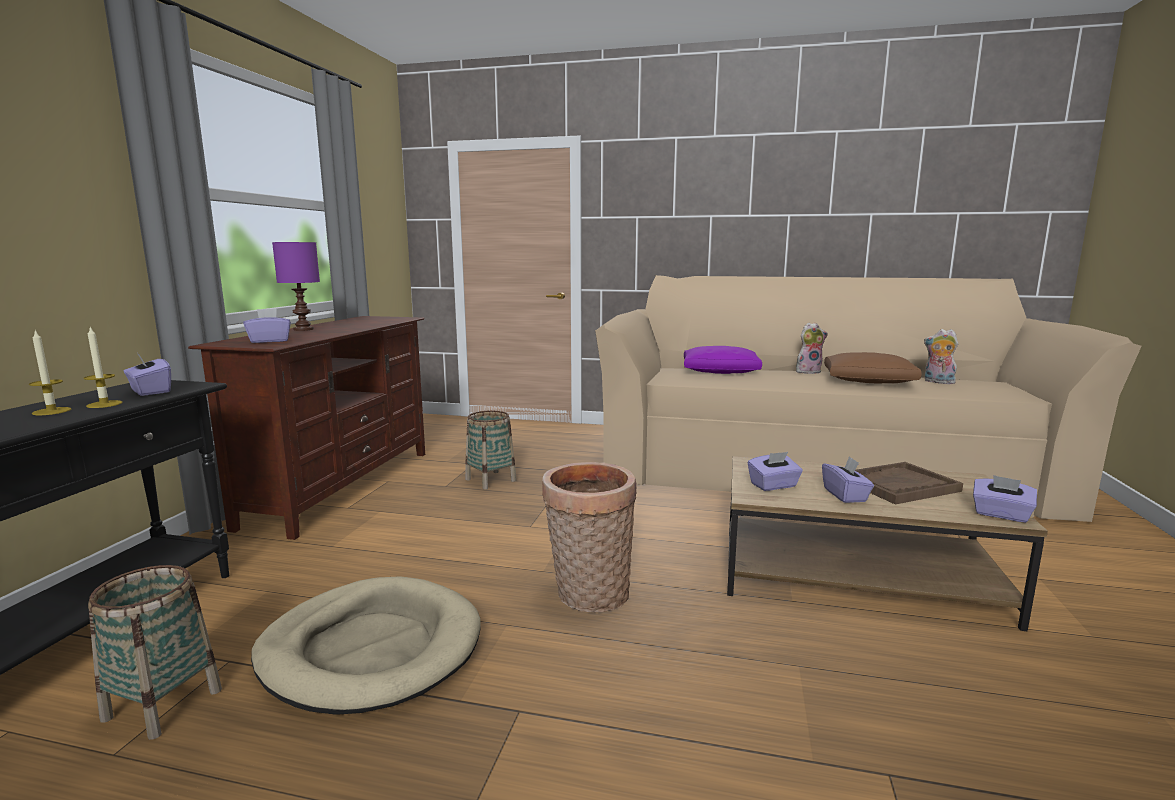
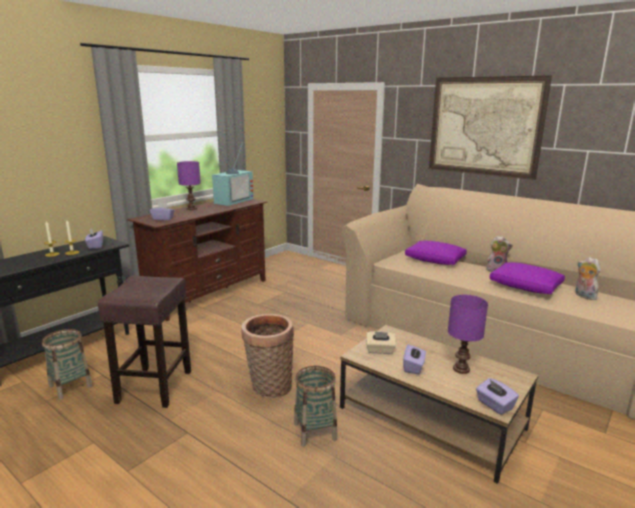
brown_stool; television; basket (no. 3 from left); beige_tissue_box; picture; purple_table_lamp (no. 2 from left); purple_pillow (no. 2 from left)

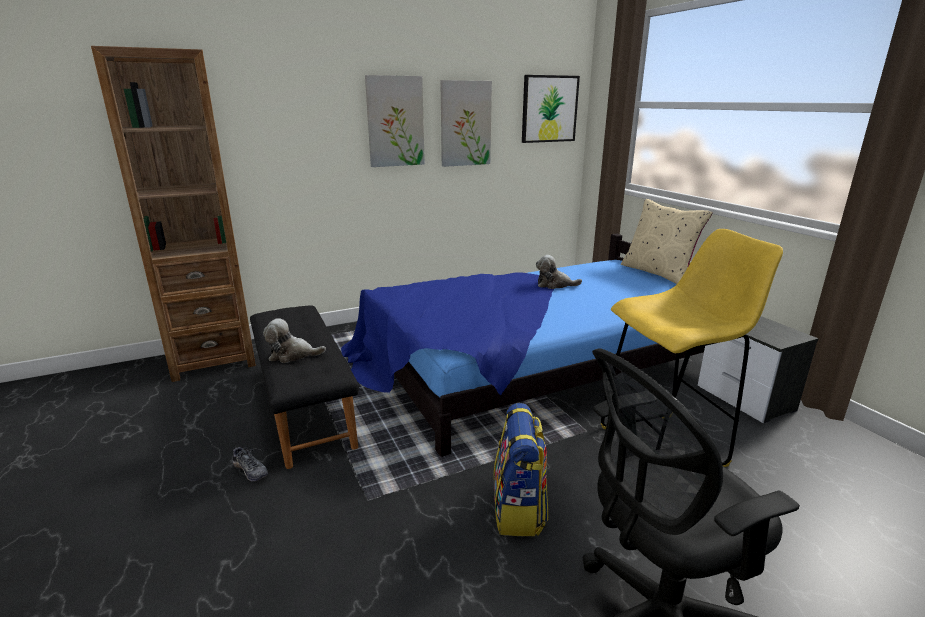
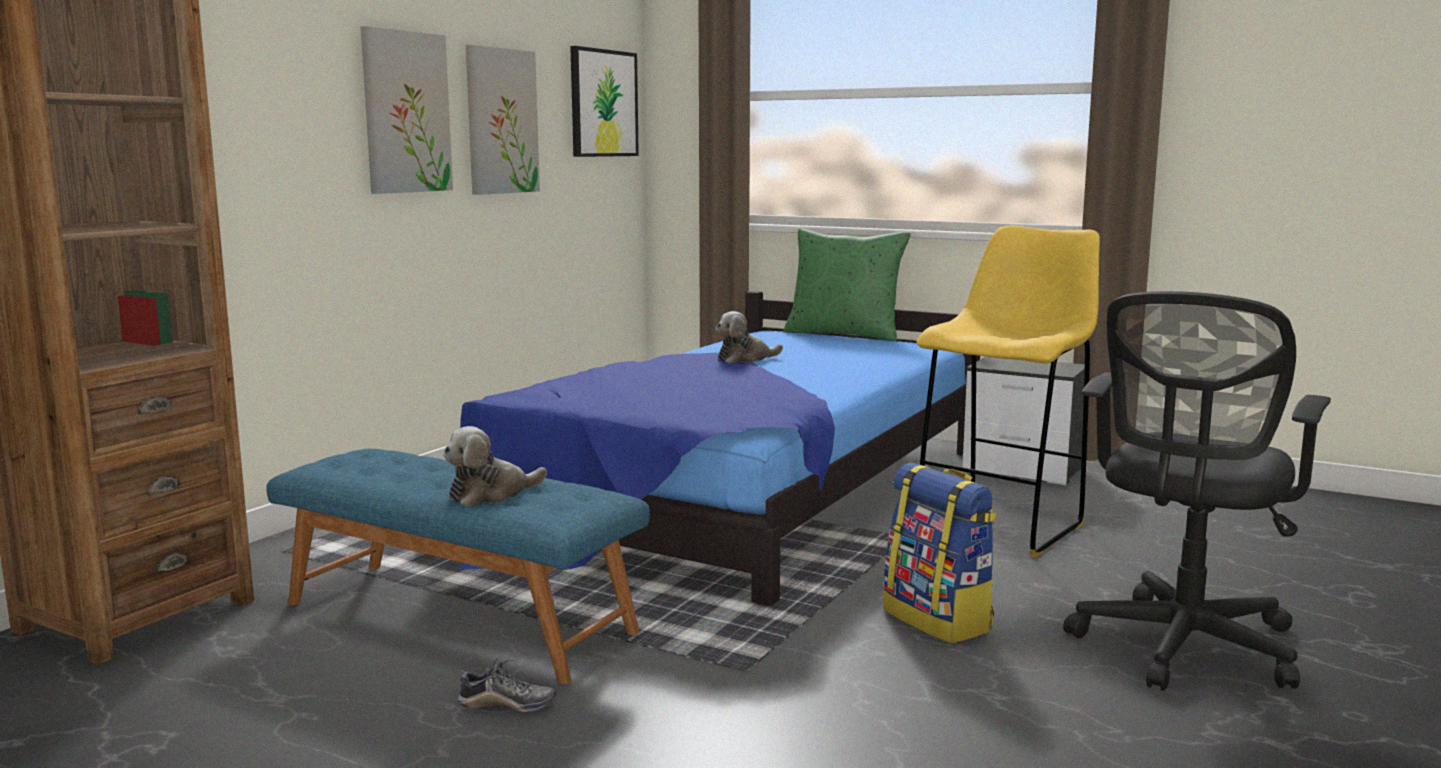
blue_bench; green_pillow

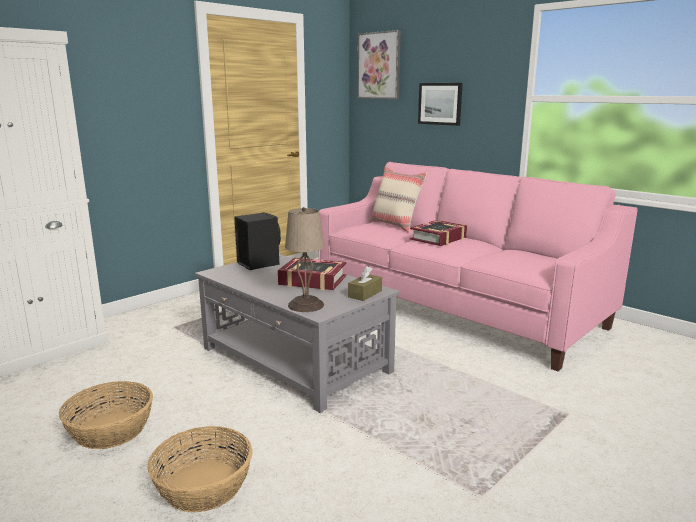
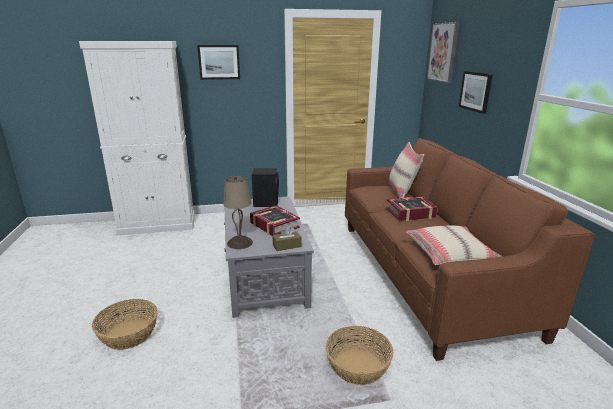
picture (no. 1 from left); basket (no. 2 from left); brown_sofa; beige_pillow (no. 2 from left)

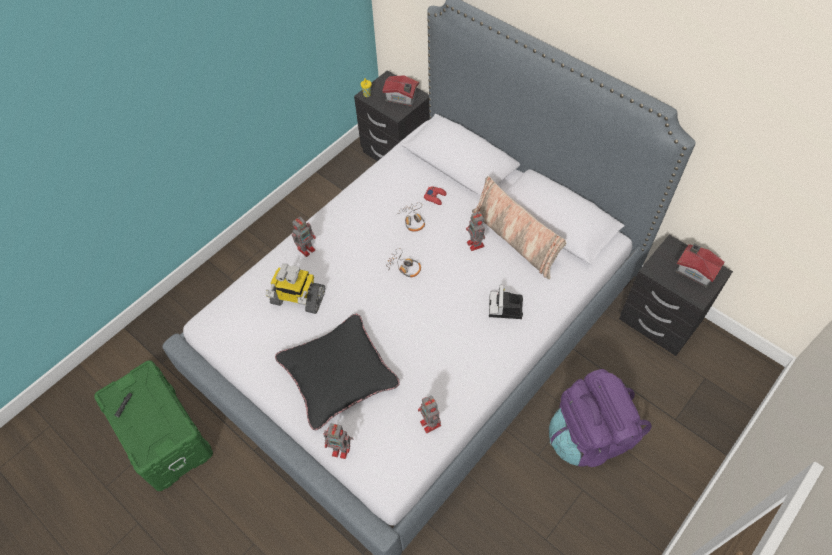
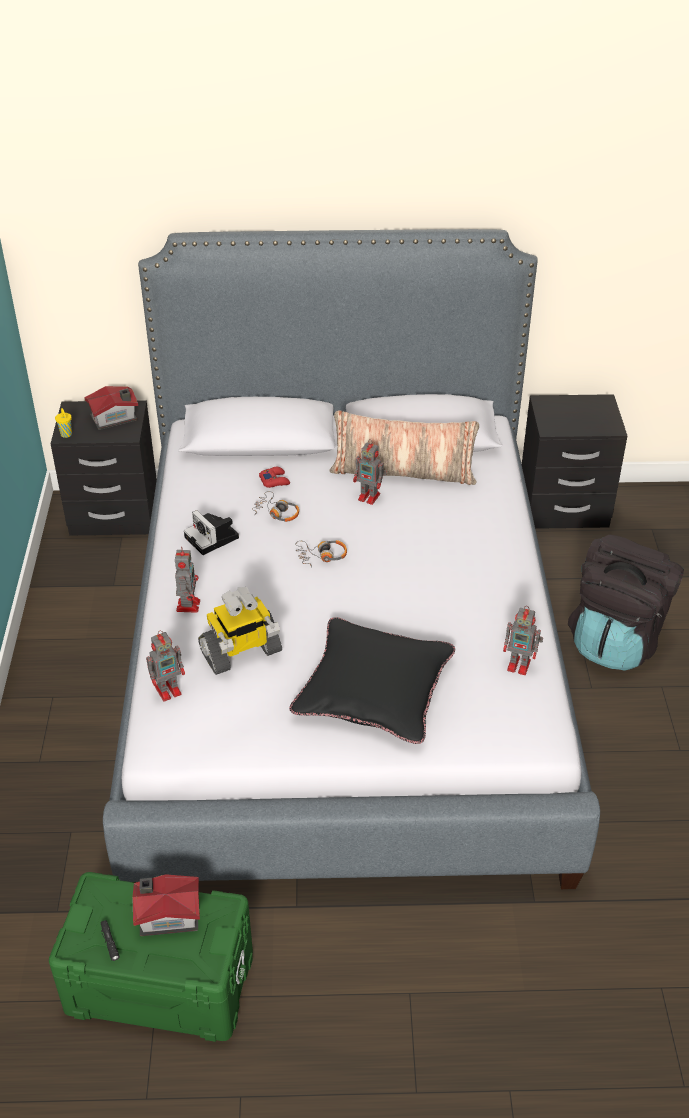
toy_house (no. 2 from left); toy_robot (no. 1 from left); photo_camera; black_backpack

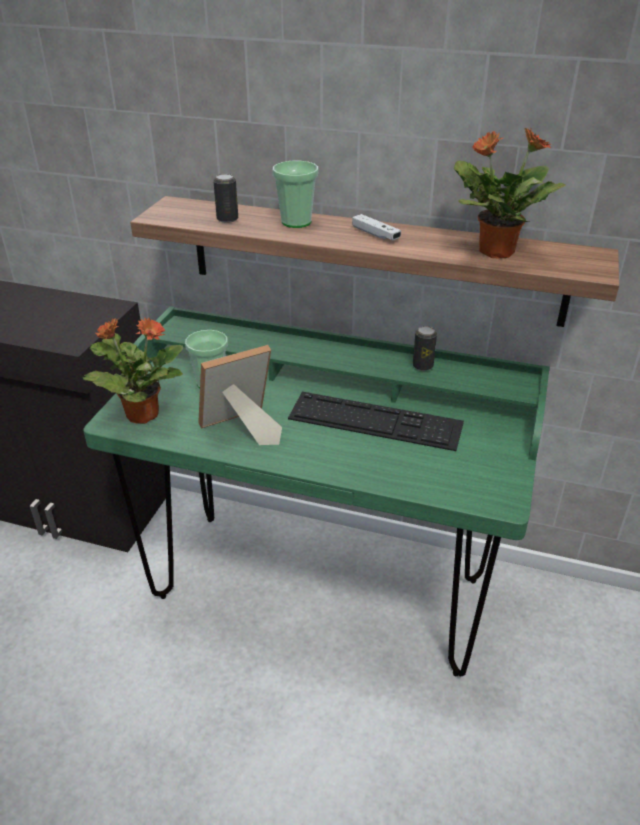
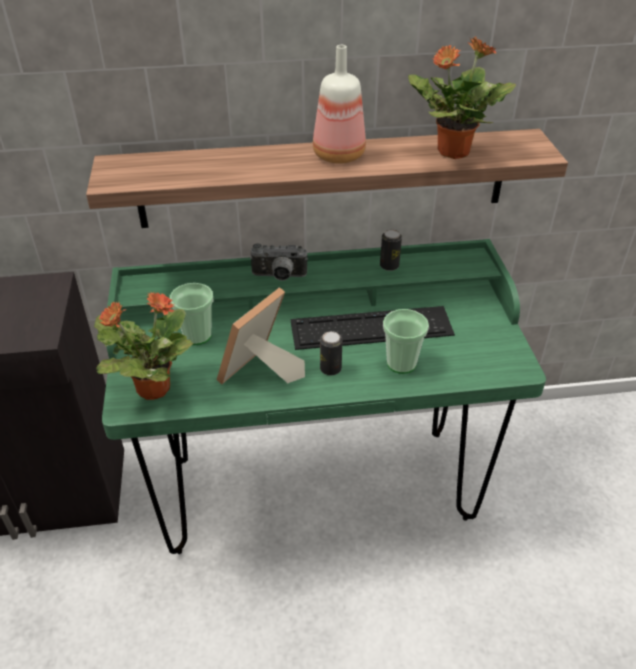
photo_camera; bottle; can (no. 1 from left); cup (no. 2 from left)

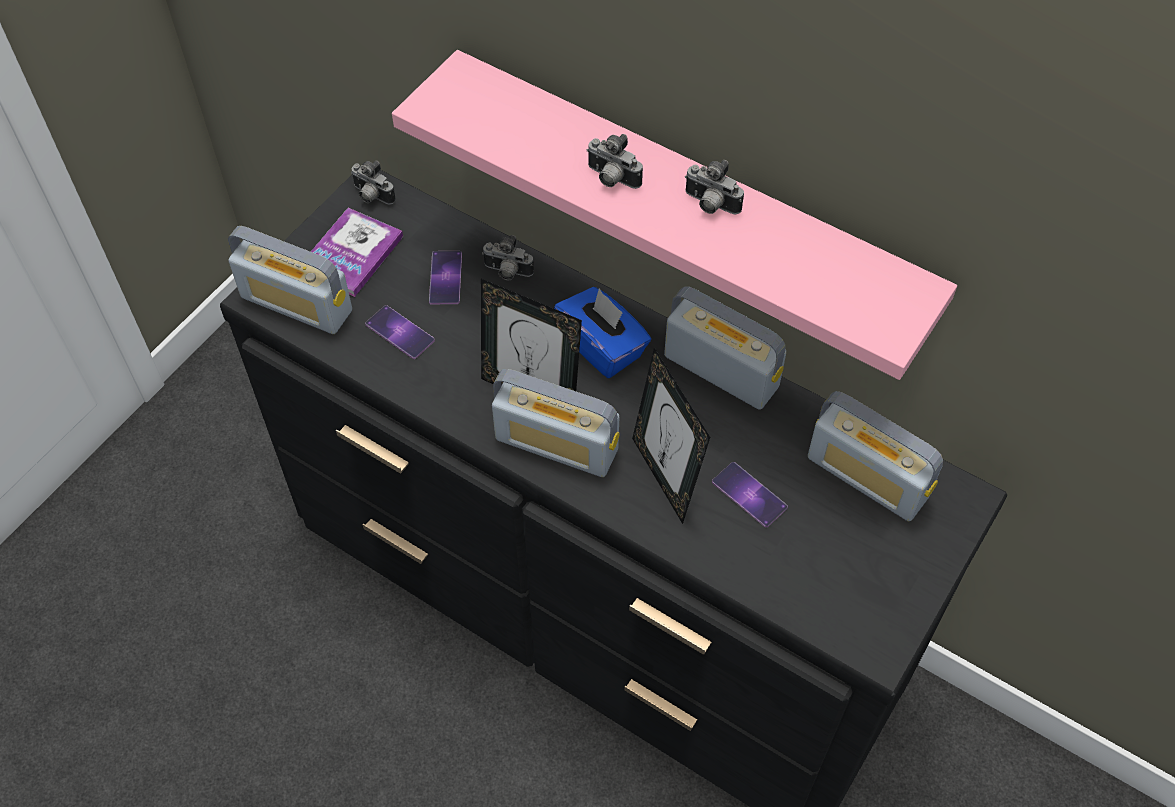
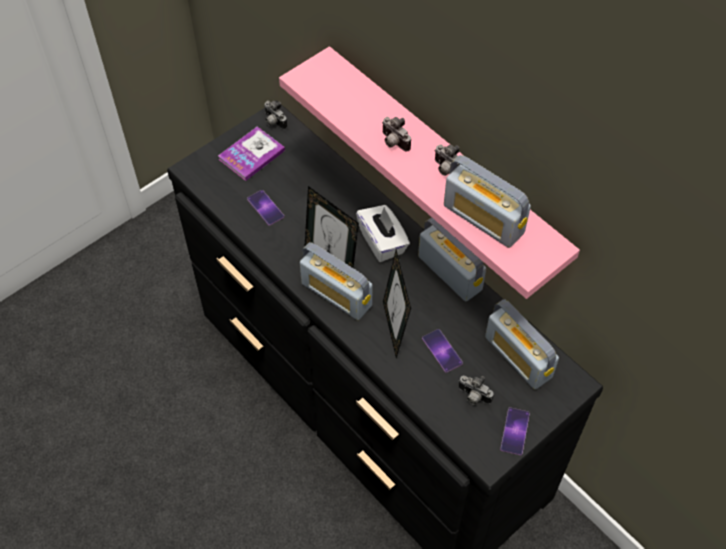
white_tissue_box; radio (no. 3 from left); photo_camera (no. 4 from left); phone (no. 3 from left)

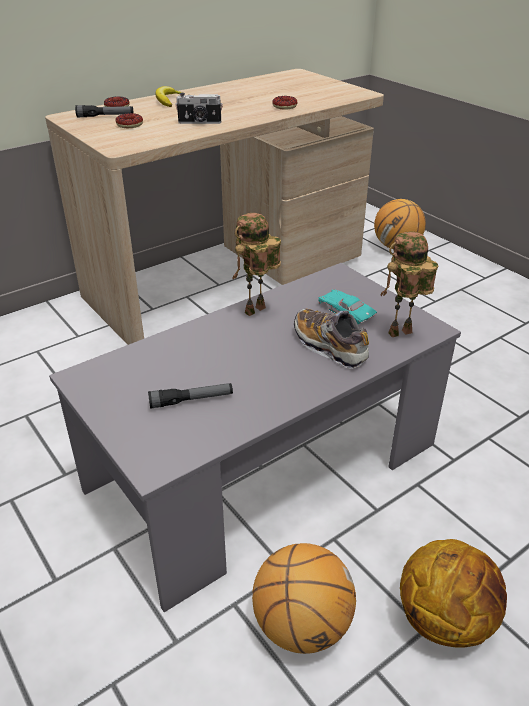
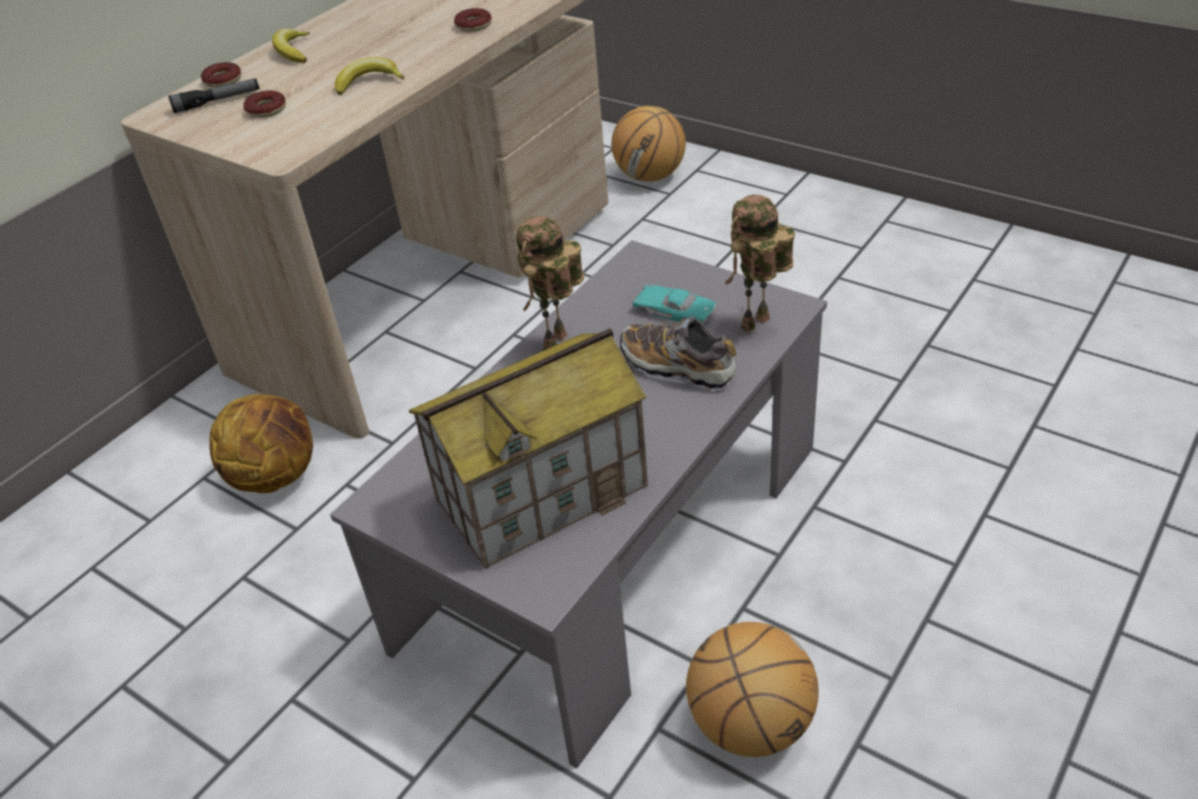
basketball (no. 1 from left); banana (no. 2 from left); toy_house

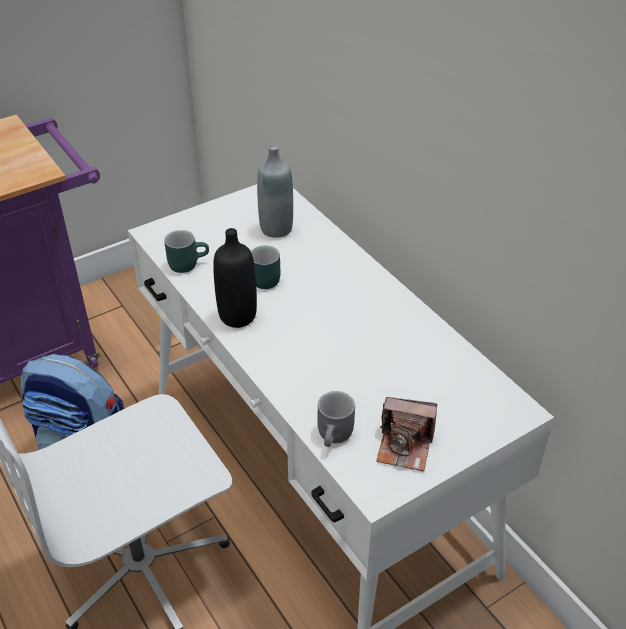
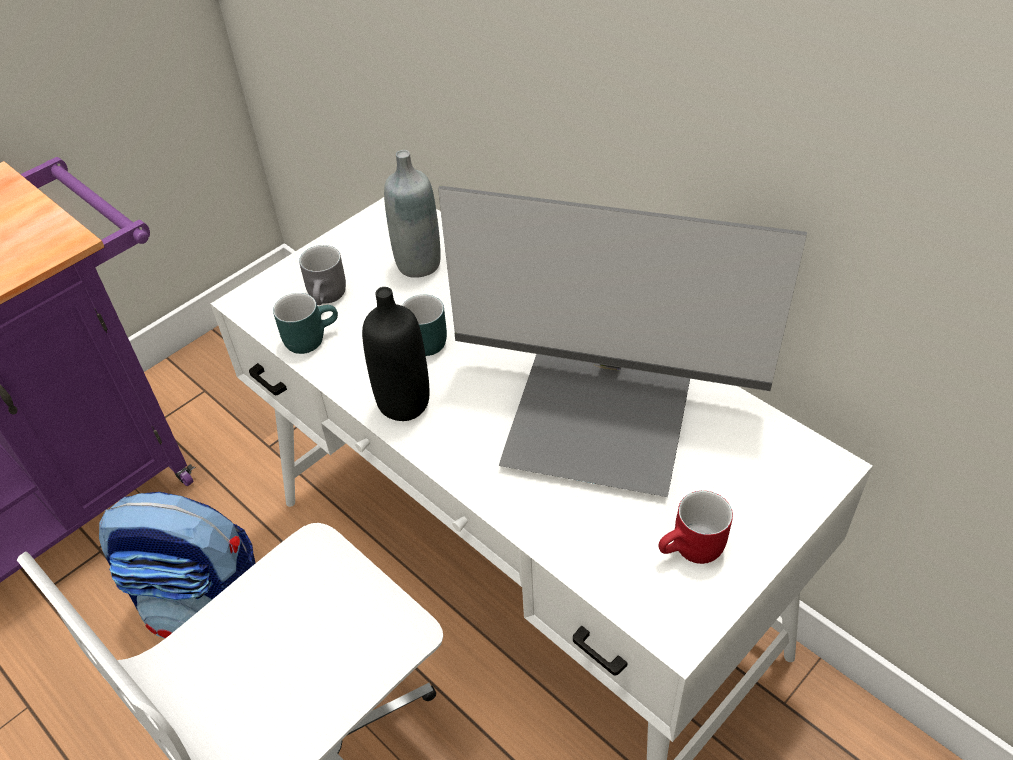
grey_mug; monitor; red_mug

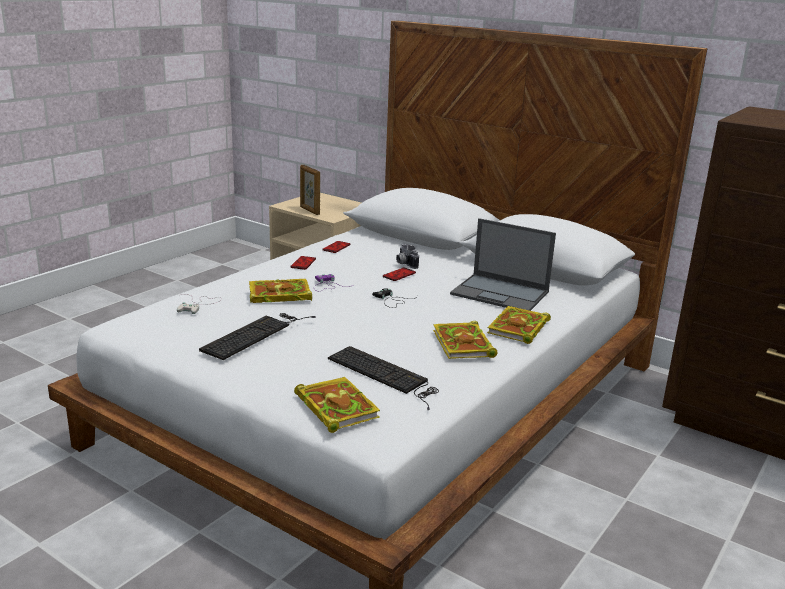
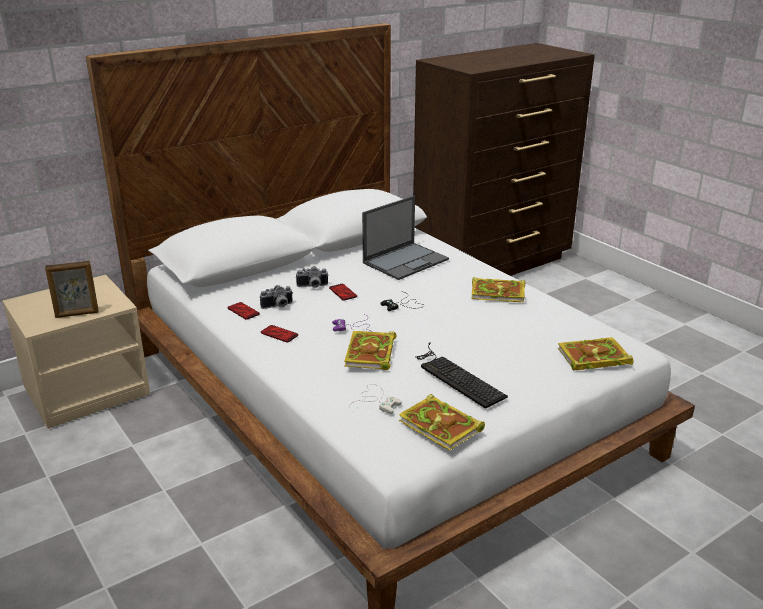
photo_camera (no. 1 from left); book (no. 2 from left); keyboard (no. 2 from left in the first image)

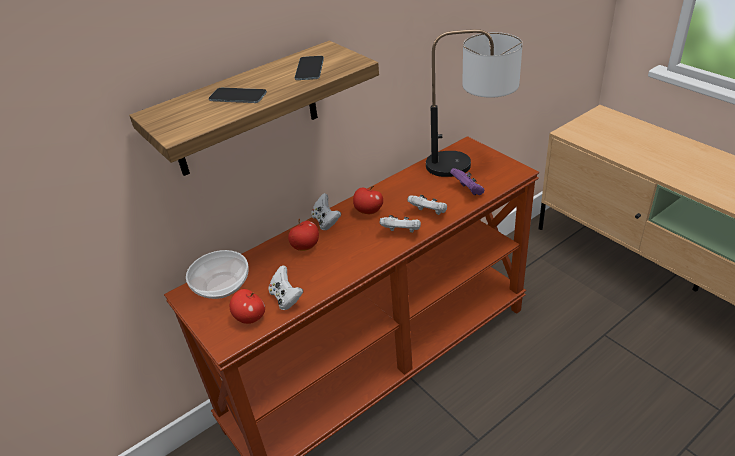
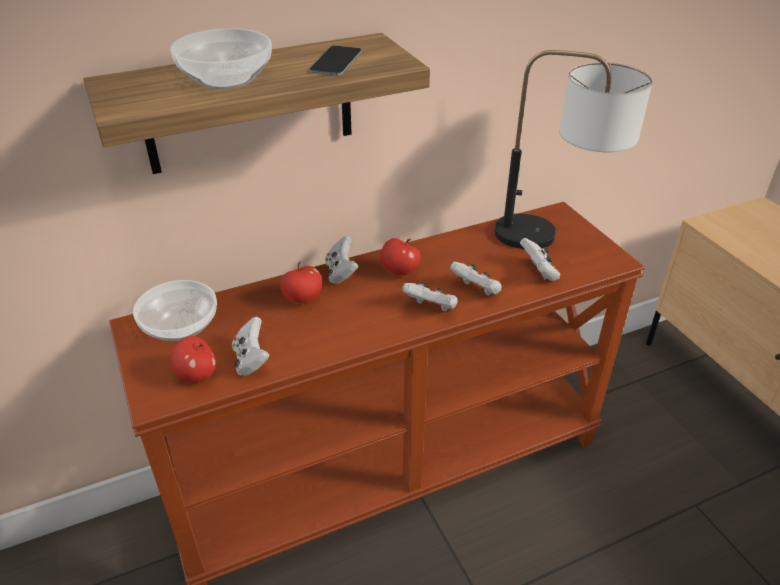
bowl (no. 2 from left); white_game_controller (no. 5 from left)

